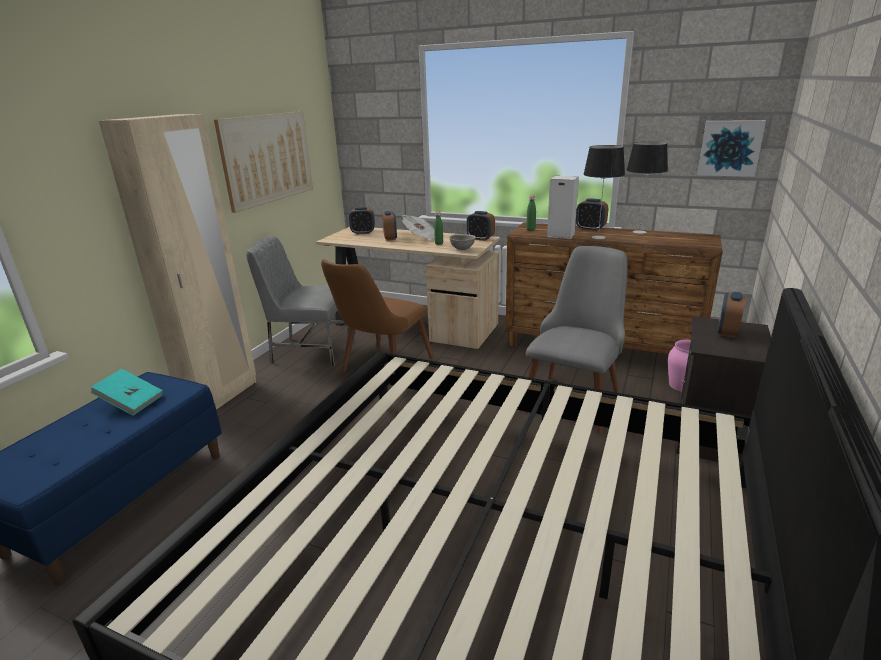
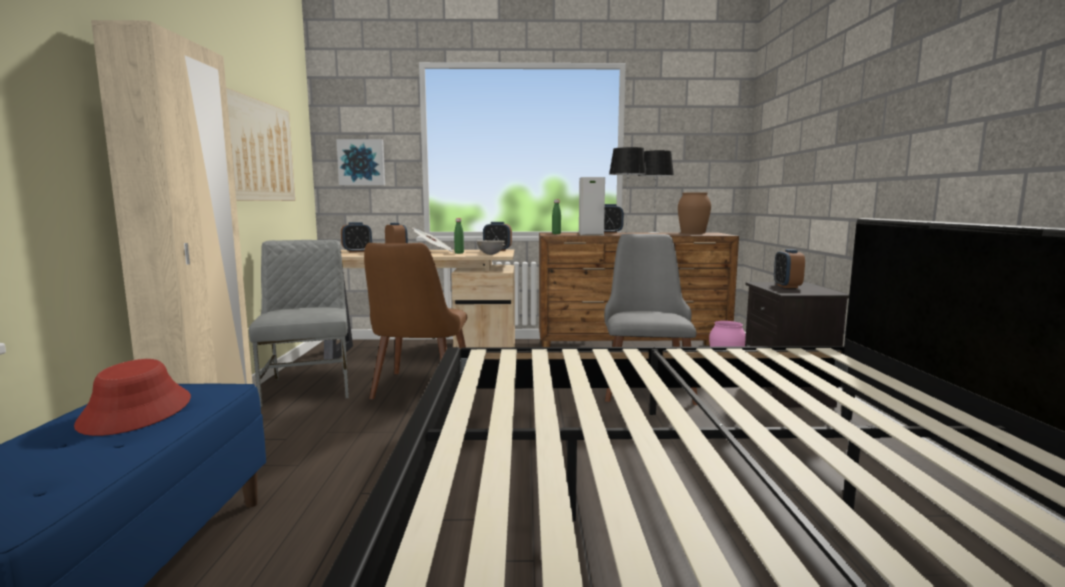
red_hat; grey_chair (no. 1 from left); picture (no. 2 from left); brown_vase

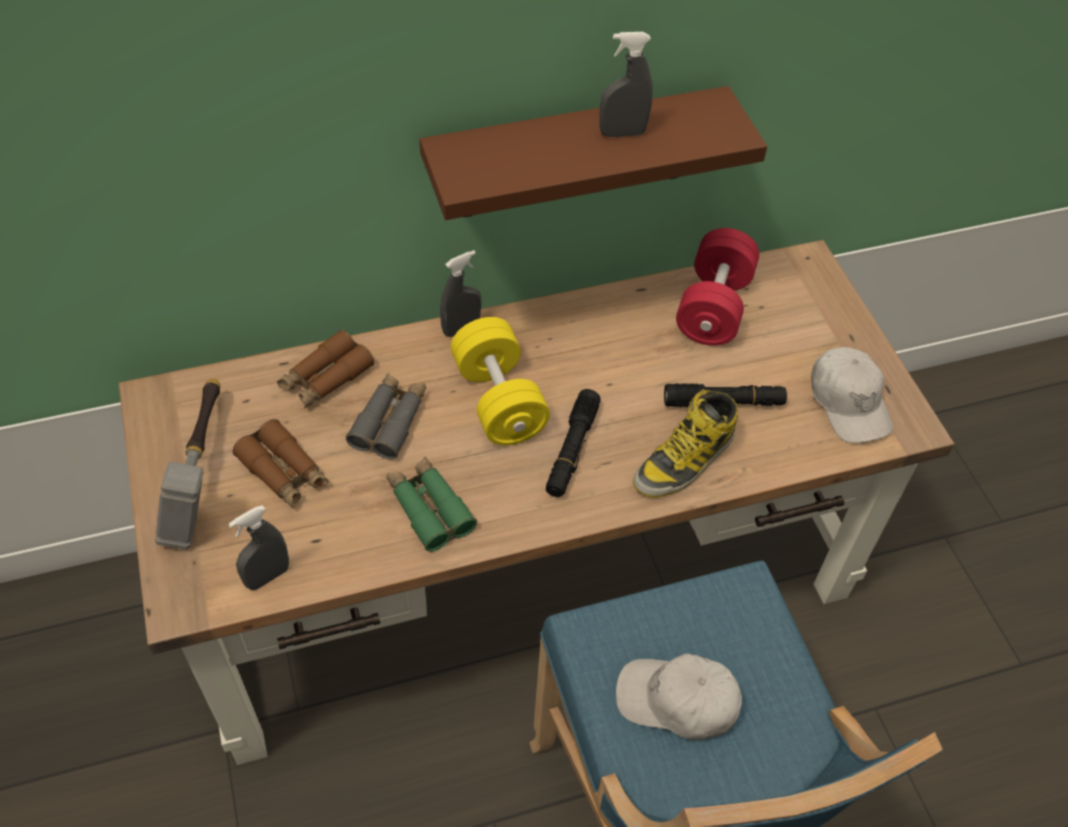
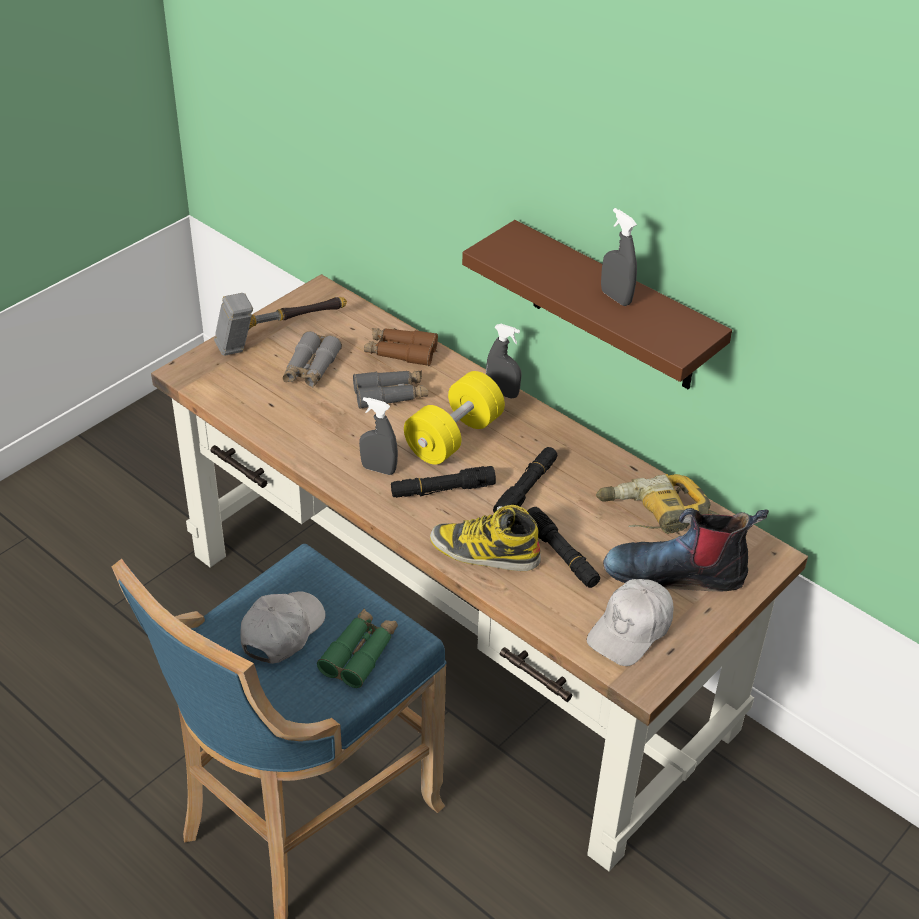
white_cap (no. 1 from left); grey_binoculars (no. 1 from left); green_binoculars; grey_spray_bottle (no. 1 from left); black_flashlight (no. 2 from left); power_drill; boot (no. 2 from left)

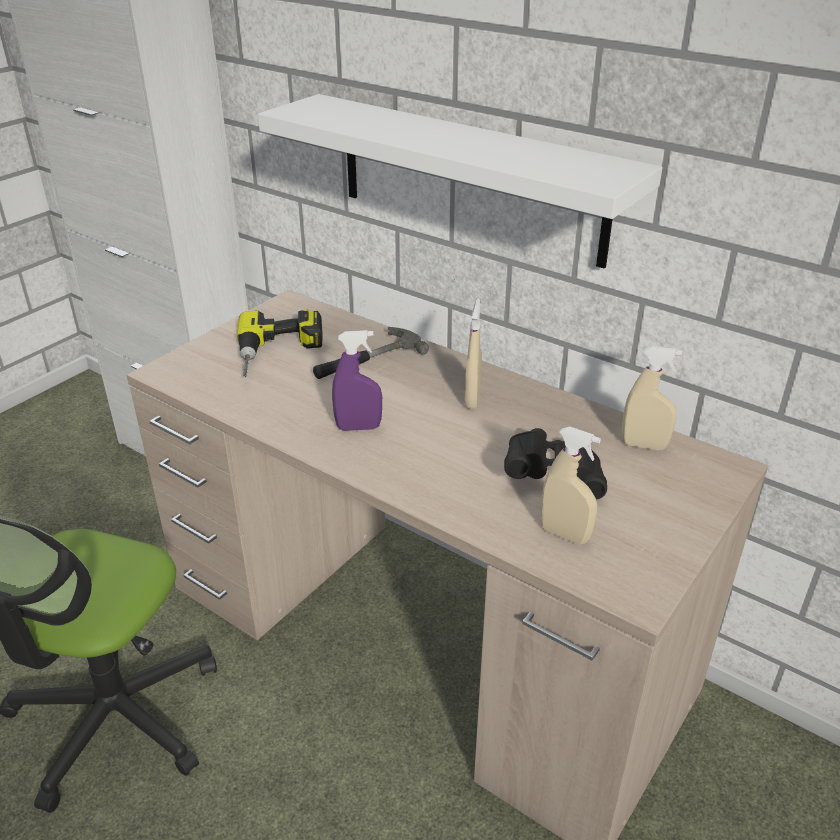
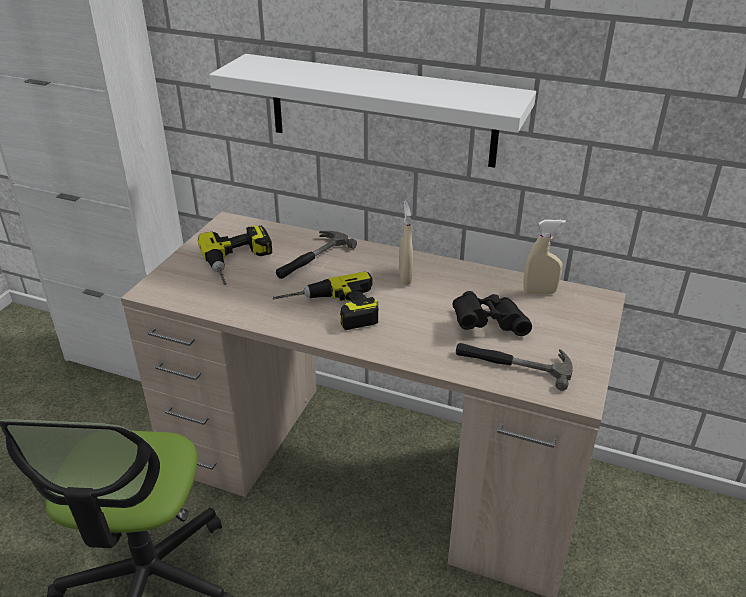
power_drill (no. 2 from left); hammer (no. 2 from left)

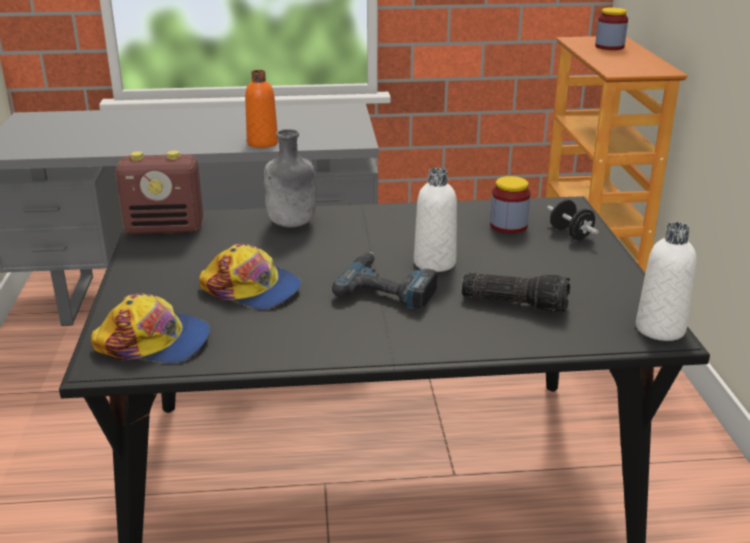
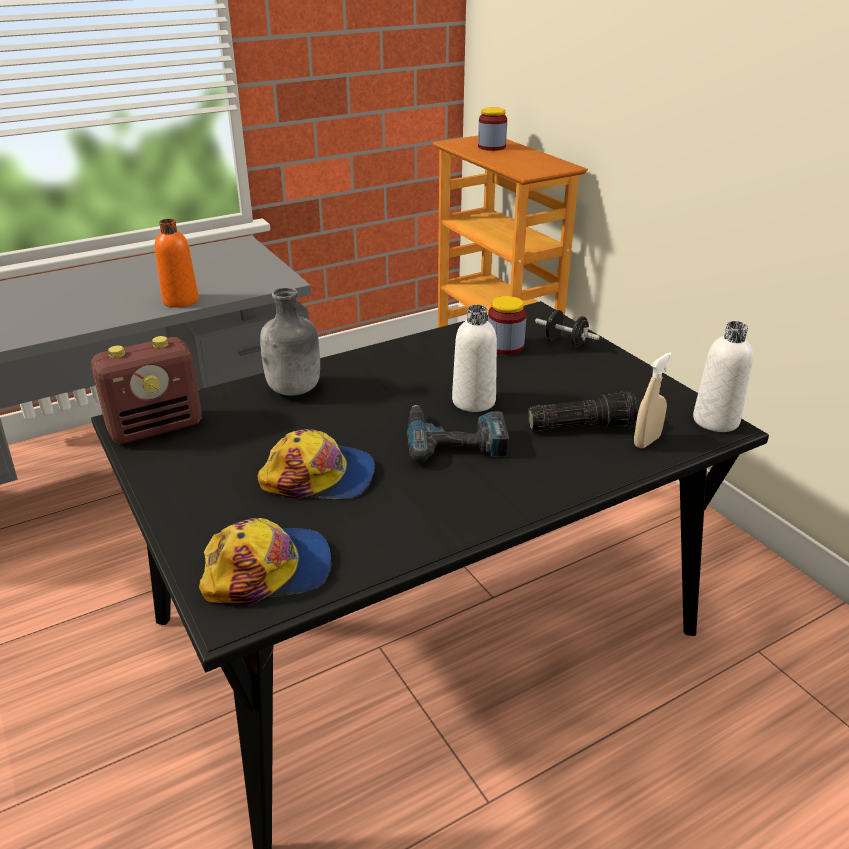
beige_spray_bottle

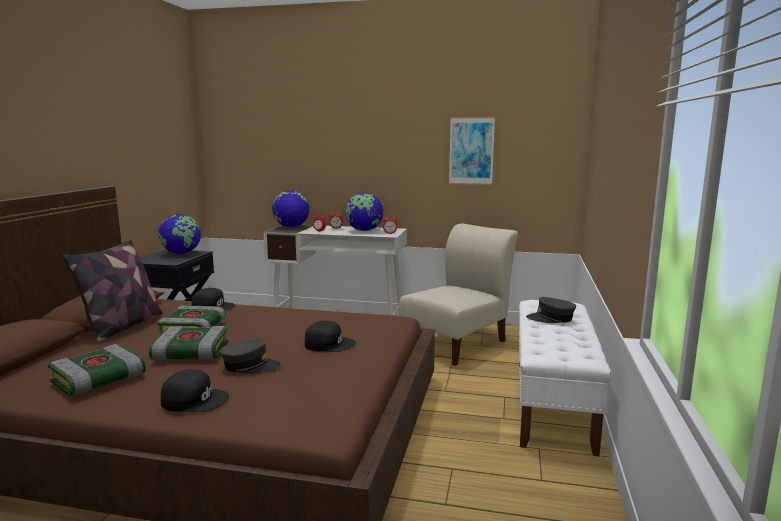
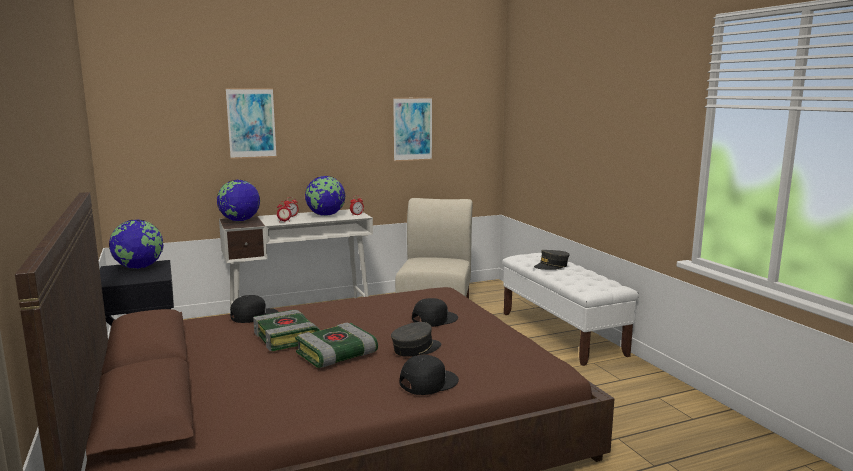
picture (no. 1 from left); book (no. 1 from left in the first image); pillow

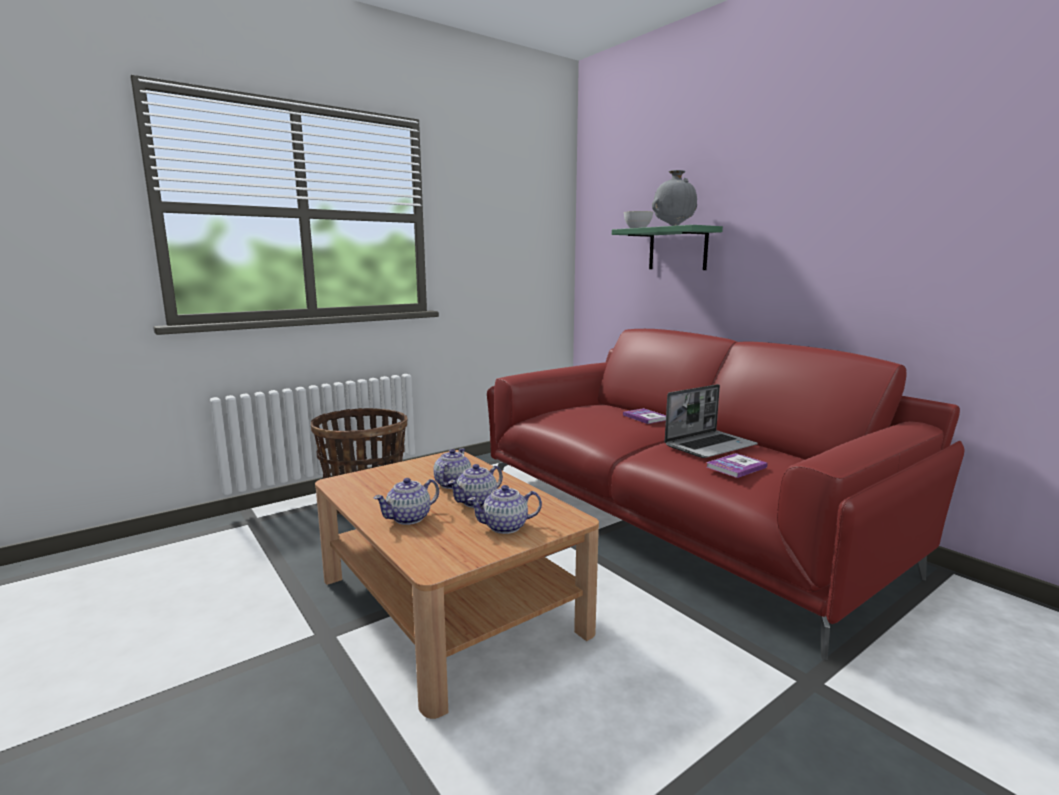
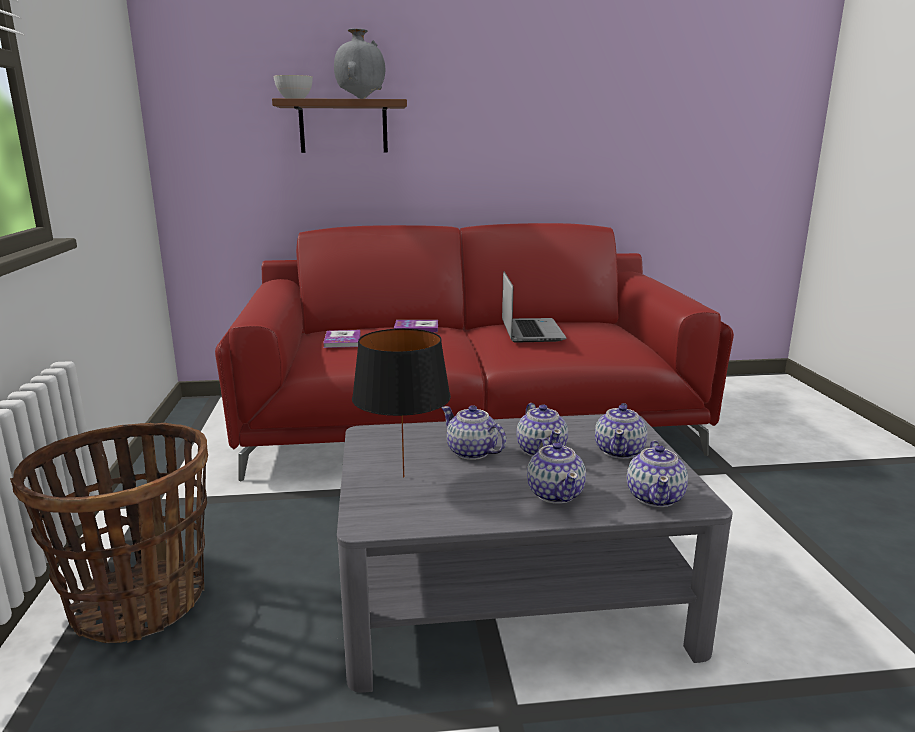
brown_shelf; book (no. 1 from left); grey_coffee_table; black_table_lamp; teapot (no. 5 from left)

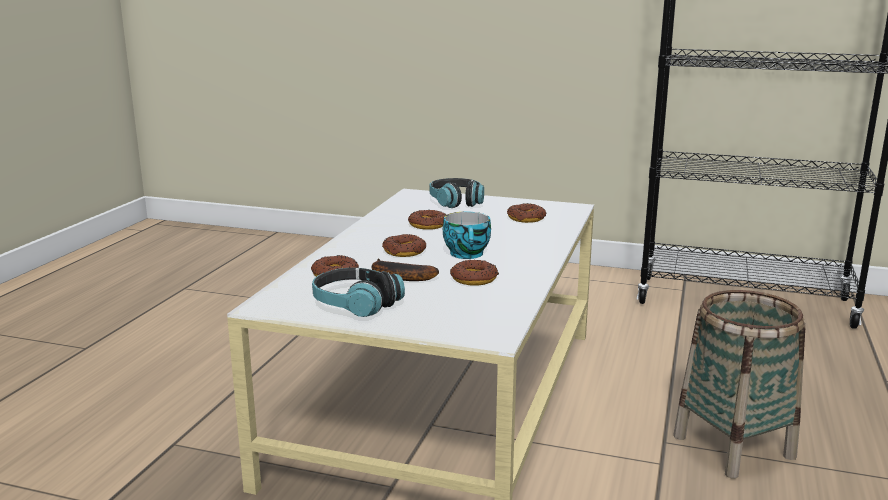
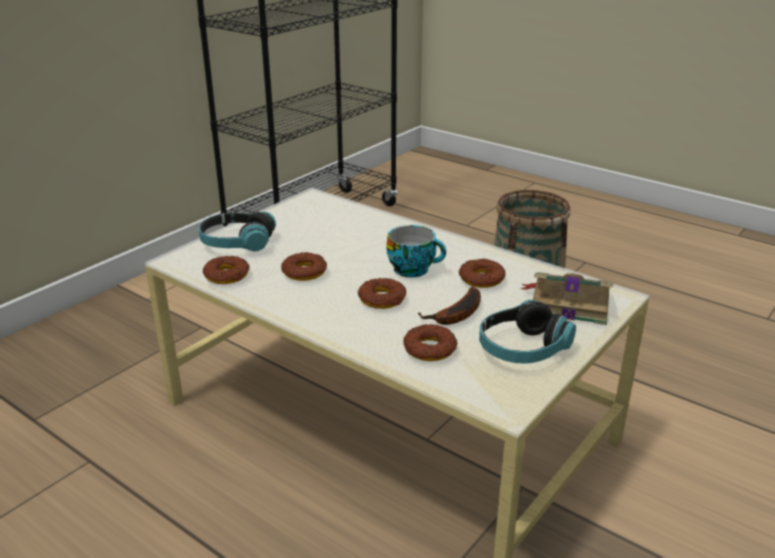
donut (no. 1 from left); book

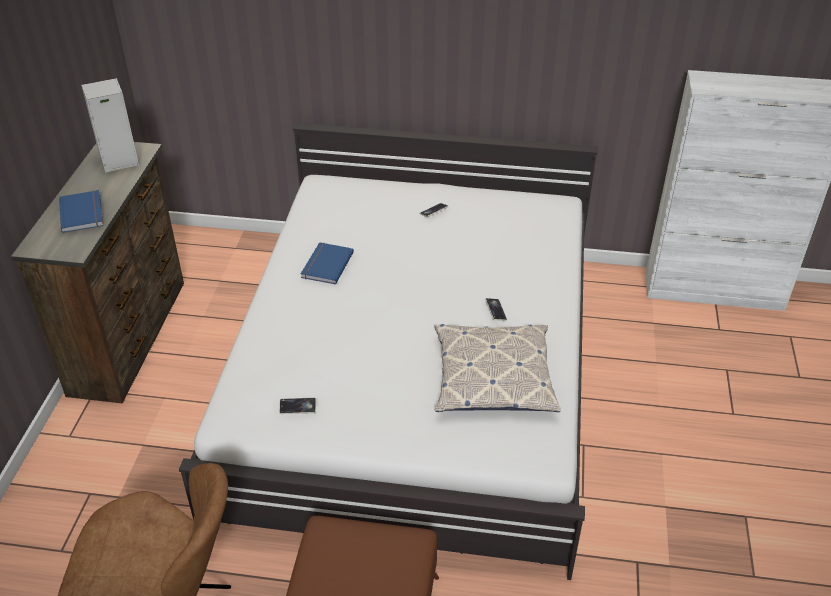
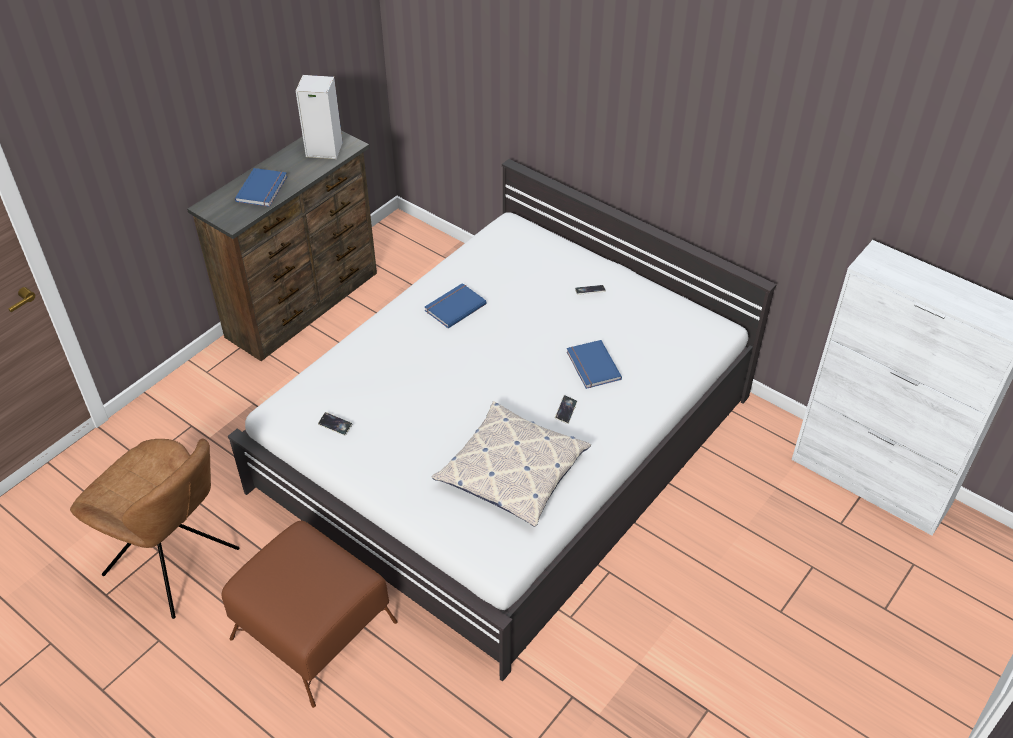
blue_book (no. 3 from left)

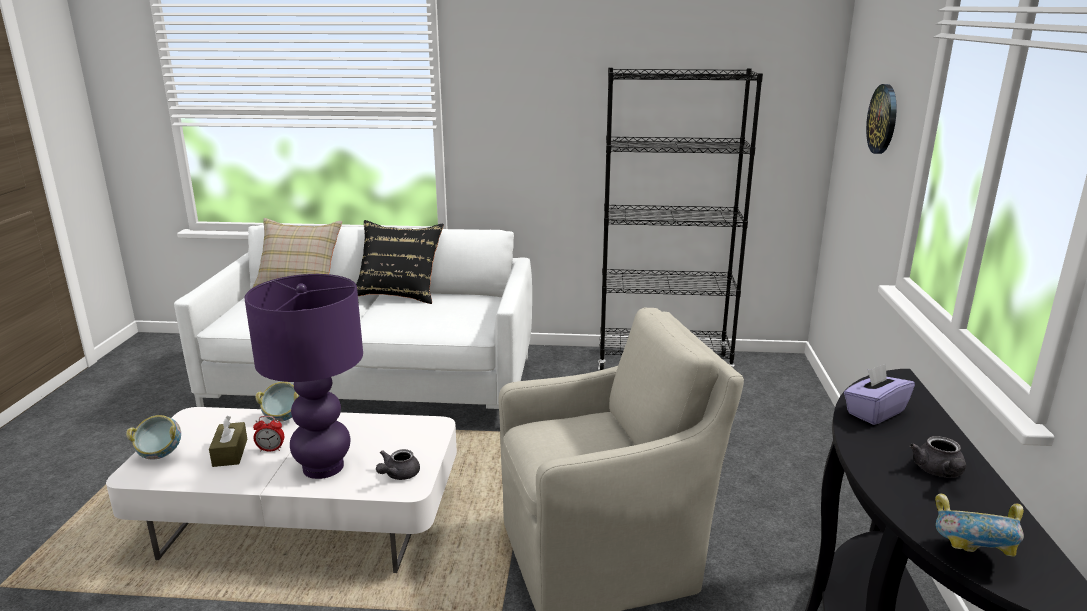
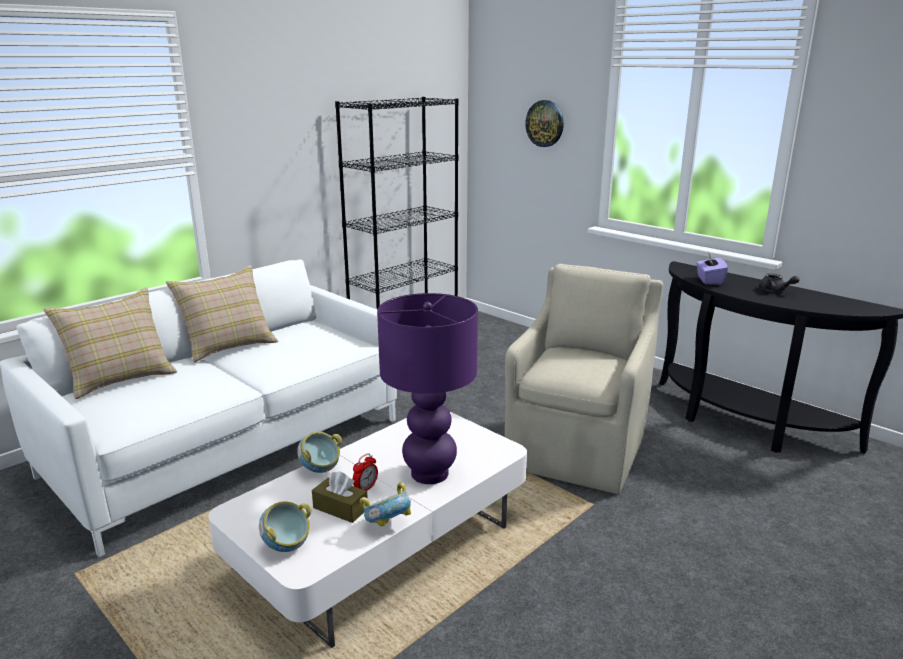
beige_pillow (no. 2 from left); bowl (no. 3 from left); grey_teapot (no. 1 from left in the first image)

